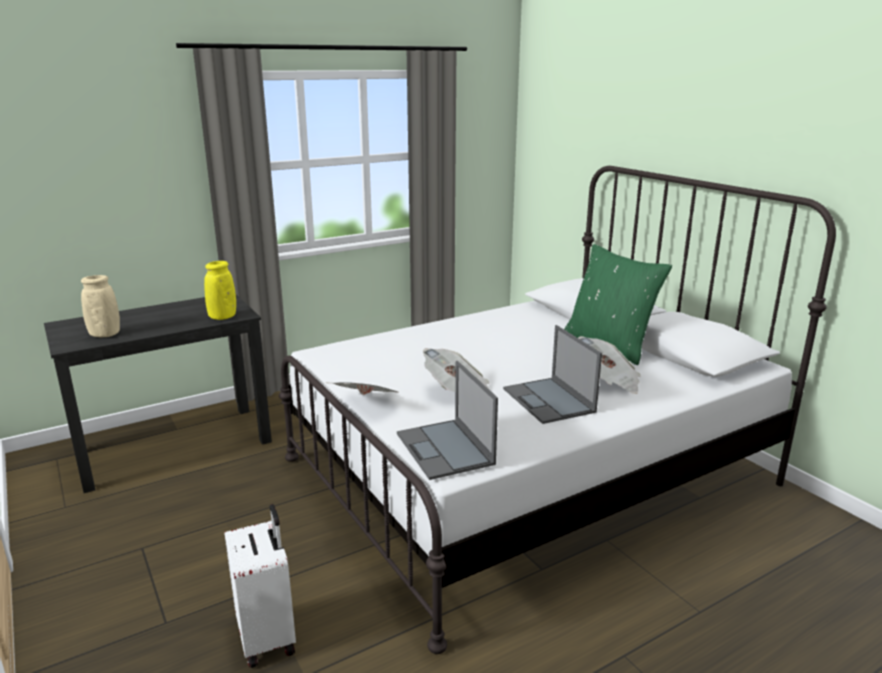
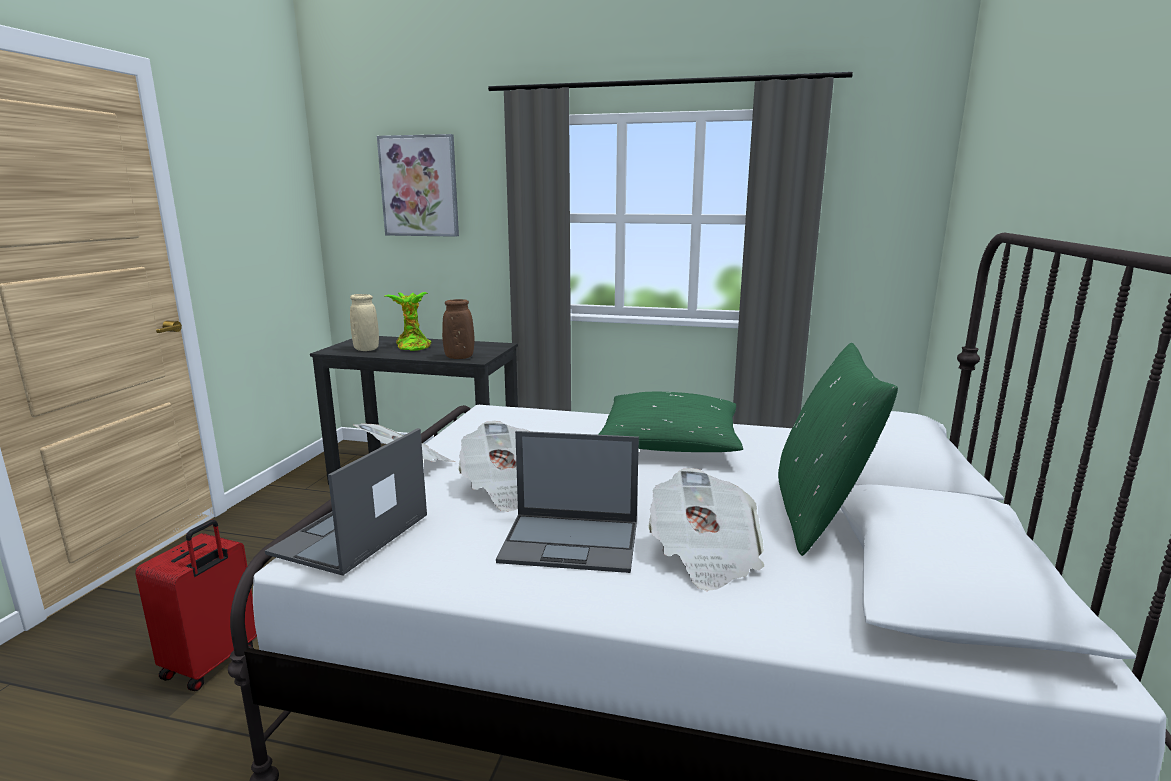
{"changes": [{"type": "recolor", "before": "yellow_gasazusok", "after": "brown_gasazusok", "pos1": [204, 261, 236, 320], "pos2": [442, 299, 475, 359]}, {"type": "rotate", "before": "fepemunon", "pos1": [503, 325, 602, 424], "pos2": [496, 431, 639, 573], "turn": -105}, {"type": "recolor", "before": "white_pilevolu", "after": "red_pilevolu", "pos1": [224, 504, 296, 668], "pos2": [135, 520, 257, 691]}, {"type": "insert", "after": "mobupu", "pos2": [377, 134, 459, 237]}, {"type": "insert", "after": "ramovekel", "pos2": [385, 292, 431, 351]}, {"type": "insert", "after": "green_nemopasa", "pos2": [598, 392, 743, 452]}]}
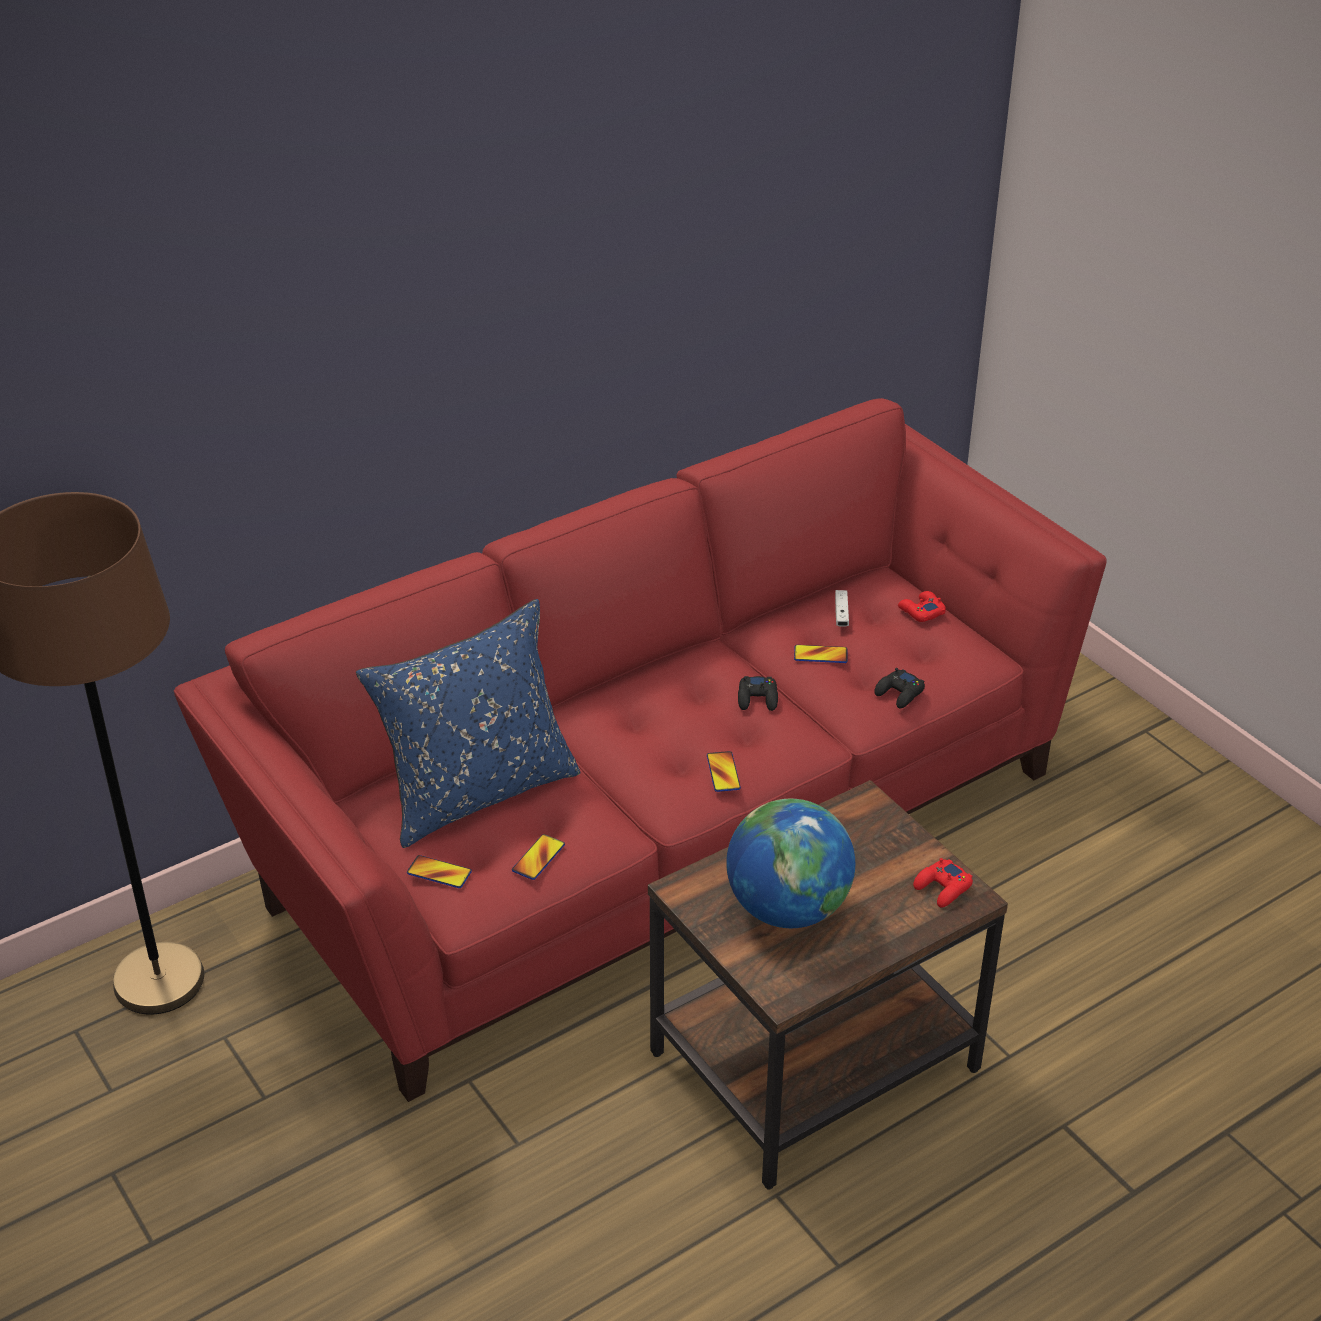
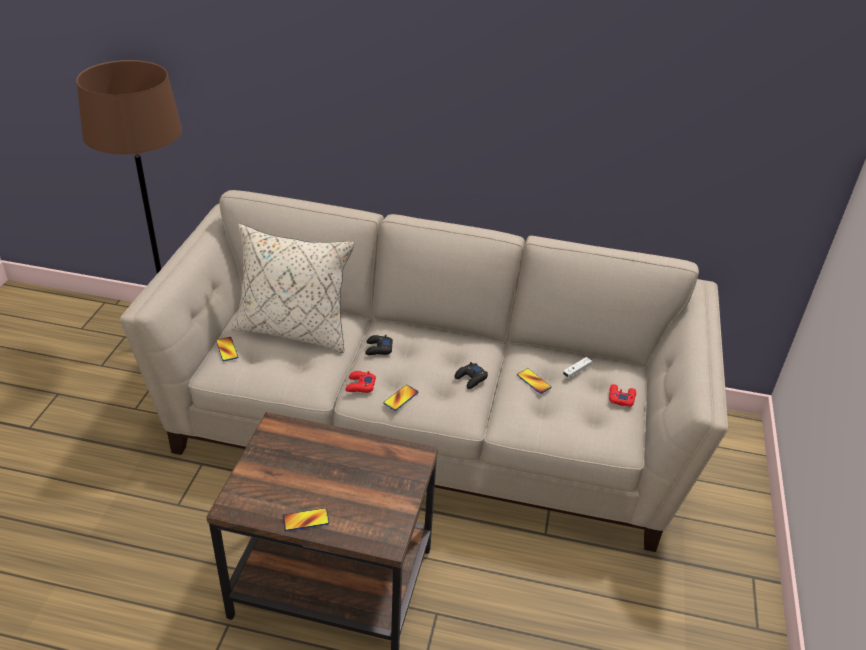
{"changes": [{"type": "recolor", "before": "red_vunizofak", "after": "beige_vunizofak", "pos1": [174, 398, 1106, 1102], "pos2": [120, 190, 728, 552]}, {"type": "recolor", "before": "blue_nemopasa", "after": "beige_nemopasa", "pos1": [356, 599, 580, 848], "pos2": [231, 224, 354, 353]}, {"type": "move", "before": "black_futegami", "pos1": [874, 668, 925, 708], "pos2": [365, 334, 393, 355]}, {"type": "delete", "before": "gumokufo", "pos1": [726, 799, 855, 928]}, {"type": "move", "before": "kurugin", "pos1": [512, 834, 565, 880], "pos2": [283, 508, 329, 531]}, {"type": "move", "before": "red_futegami", "pos1": [913, 858, 973, 907], "pos2": [345, 371, 376, 393]}]}
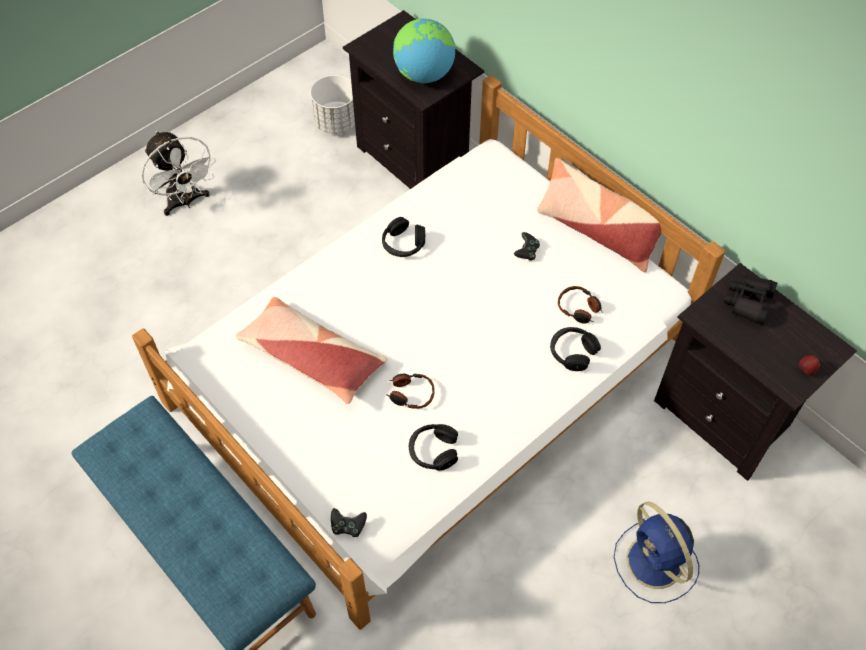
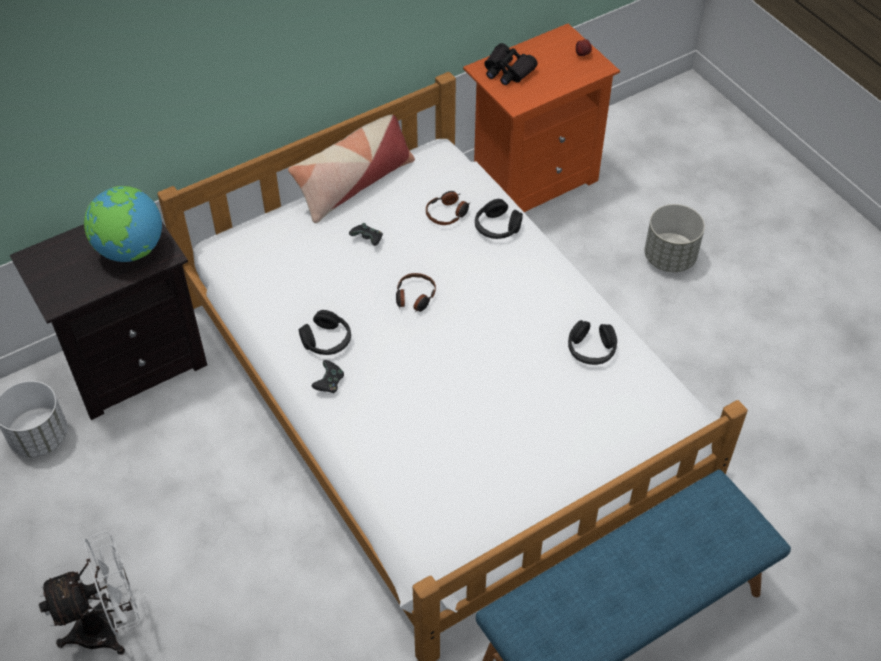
{"changes": [{"type": "recolor", "before": "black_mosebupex", "after": "orange_mosebupex", "pos1": [654, 263, 857, 481], "pos2": [463, 24, 620, 212]}, {"type": "delete", "before": "nemopasa", "pos1": [236, 297, 388, 404]}, {"type": "move", "before": "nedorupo", "pos1": [387, 374, 435, 409], "pos2": [396, 273, 436, 312]}, {"type": "replace", "before": "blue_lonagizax", "after": "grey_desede", "pos1": [614, 501, 699, 603], "pos2": [645, 204, 705, 272]}, {"type": "move", "before": "black_futegami", "pos1": [331, 508, 367, 537], "pos2": [311, 360, 344, 393]}]}
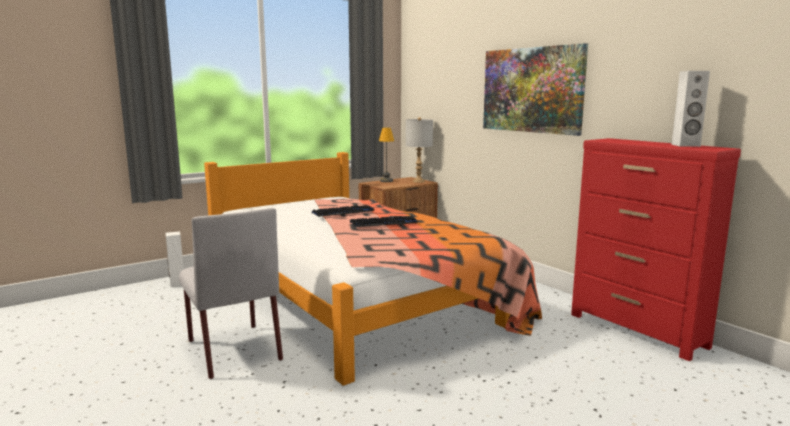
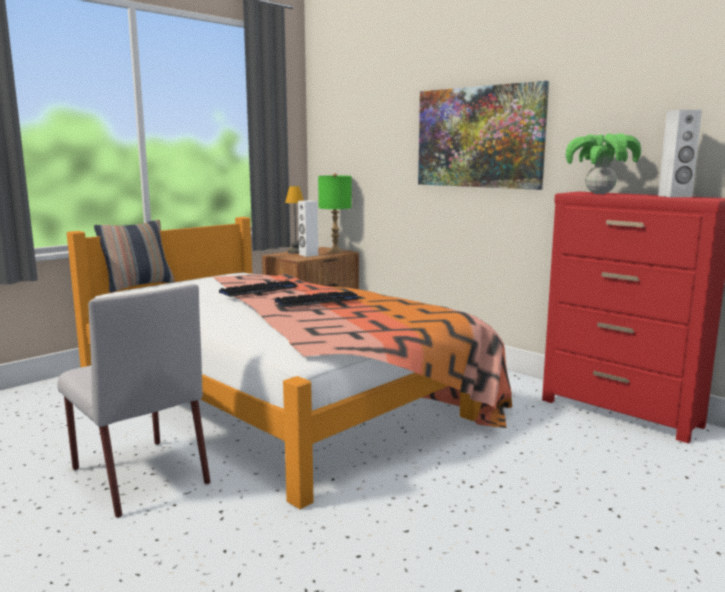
{"changes": [{"type": "recolor", "before": "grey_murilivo", "after": "green_murilivo", "pos1": [406, 117, 433, 183], "pos2": [318, 173, 352, 253]}, {"type": "move", "before": "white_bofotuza", "pos1": [166, 231, 184, 287], "pos2": [298, 200, 318, 257]}, {"type": "insert", "after": "ramovekel", "pos2": [566, 133, 641, 194]}, {"type": "insert", "after": "nemopasa", "pos2": [94, 220, 175, 292]}]}
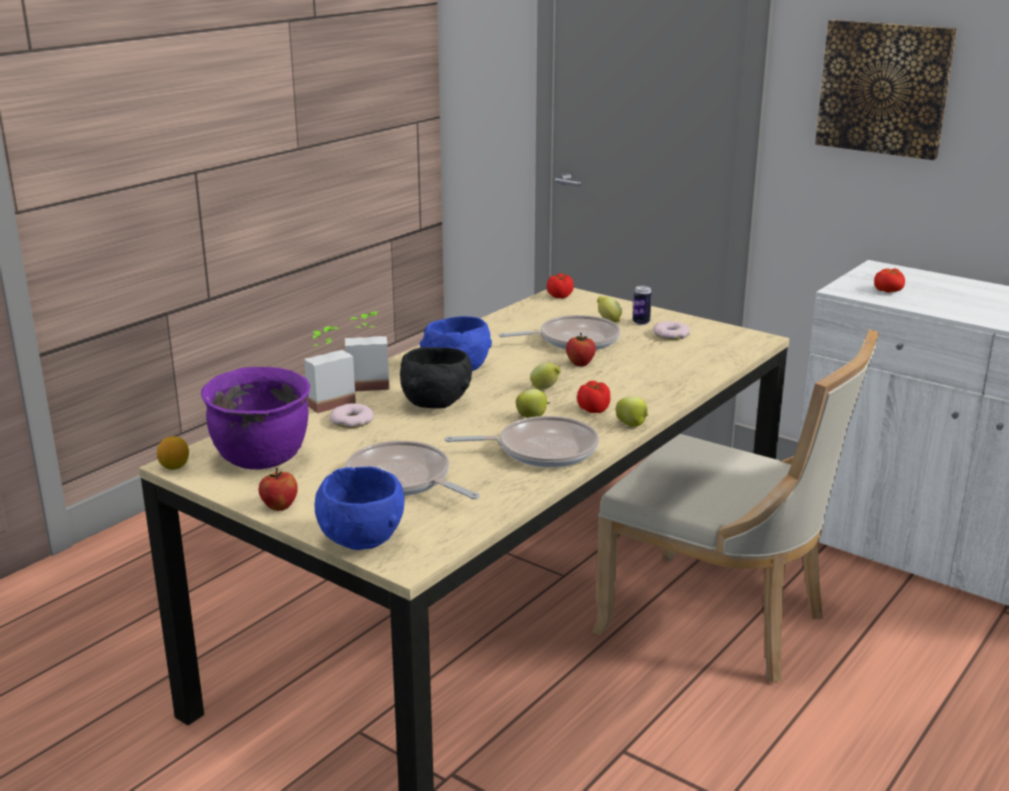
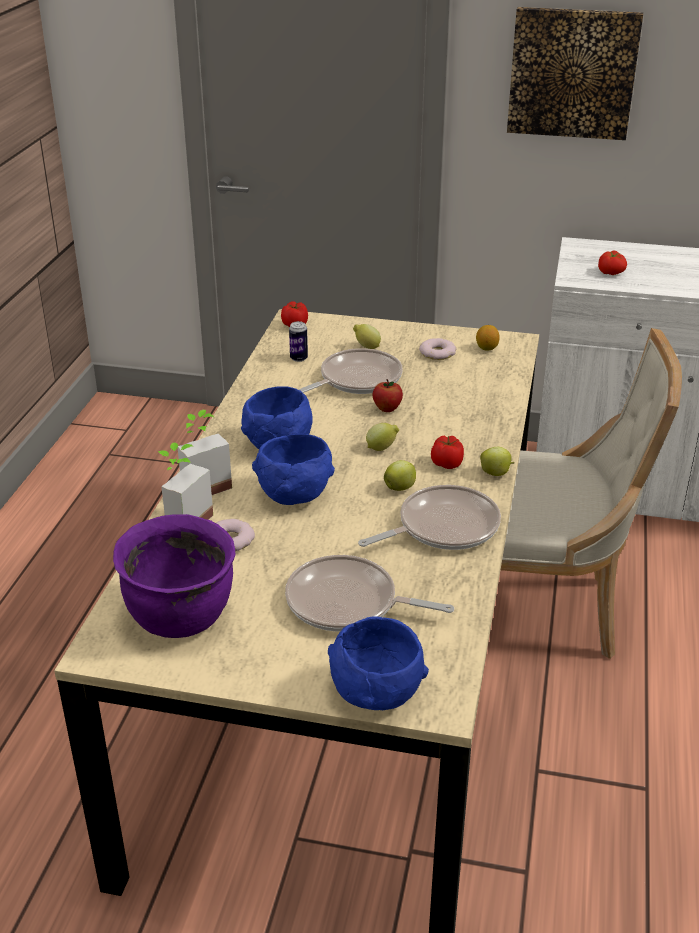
{"changes": [{"type": "move", "before": "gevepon", "pos1": [633, 286, 652, 325], "pos2": [289, 321, 308, 362]}, {"type": "recolor", "before": "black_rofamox", "after": "blue_rofamox", "pos1": [400, 347, 472, 408], "pos2": [252, 434, 335, 505]}, {"type": "move", "before": "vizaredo", "pos1": [157, 436, 189, 470], "pos2": [476, 325, 500, 351]}, {"type": "delete", "before": "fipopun", "pos1": [259, 468, 298, 511]}]}
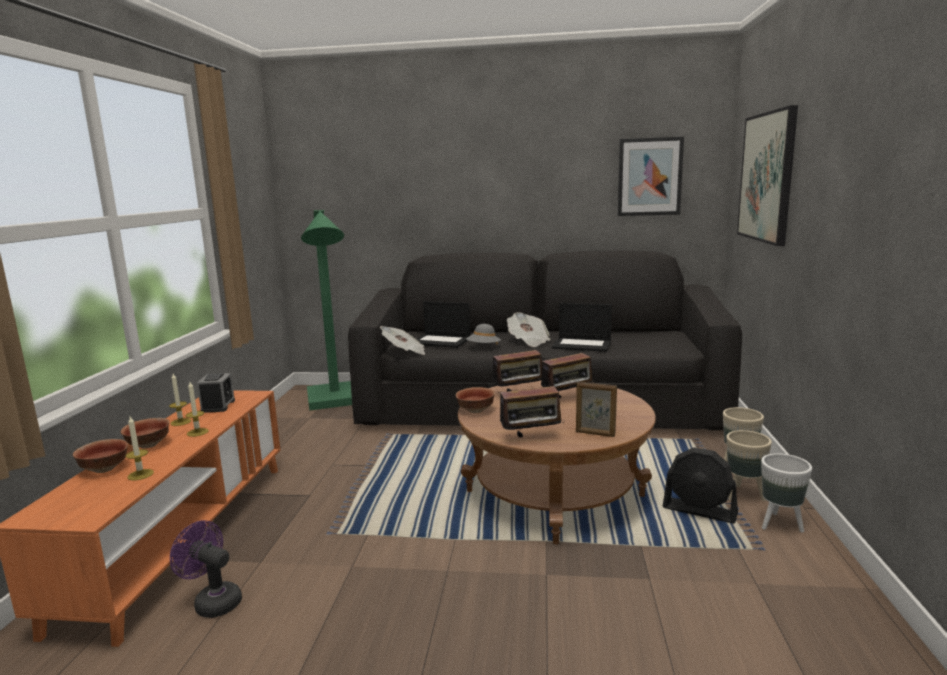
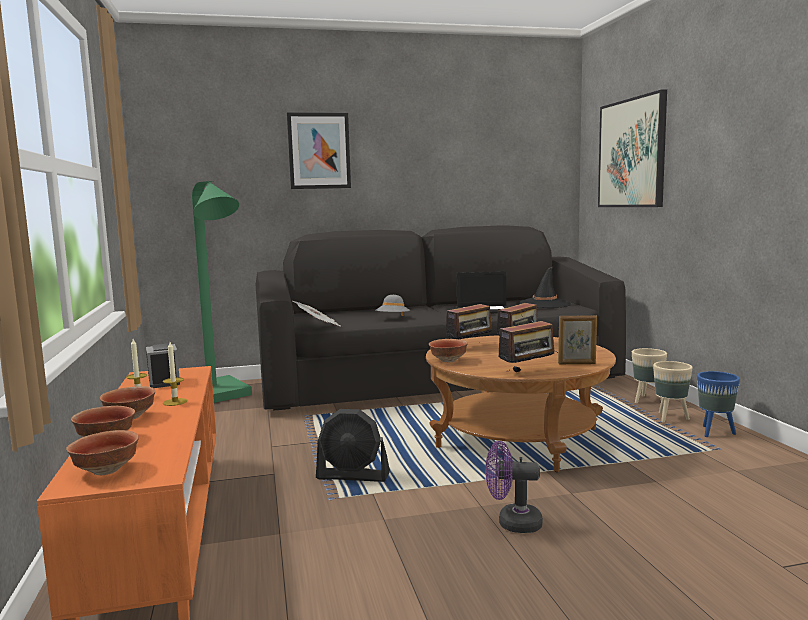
{"changes": [{"type": "move", "before": "mobupu", "pos1": [618, 136, 684, 216], "pos2": [287, 112, 351, 189]}, {"type": "delete", "before": "fepemunon", "pos1": [416, 301, 470, 348]}, {"type": "delete", "before": "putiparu", "pos1": [507, 312, 551, 347]}, {"type": "delete", "before": "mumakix", "pos1": [125, 417, 154, 480]}, {"type": "move", "before": "black_lonagizax", "pos1": [662, 447, 738, 524], "pos2": [316, 409, 390, 482]}, {"type": "recolor", "before": "white_desede", "after": "blue_desede", "pos1": [761, 453, 812, 533], "pos2": [697, 371, 740, 437]}, {"type": "move", "before": "purple_lonagizax", "pos1": [170, 521, 242, 618], "pos2": [485, 441, 543, 533]}, {"type": "insert", "after": "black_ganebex", "pos2": [520, 266, 571, 308]}, {"type": "insert", "after": "rofamox", "pos2": [66, 430, 139, 475]}]}
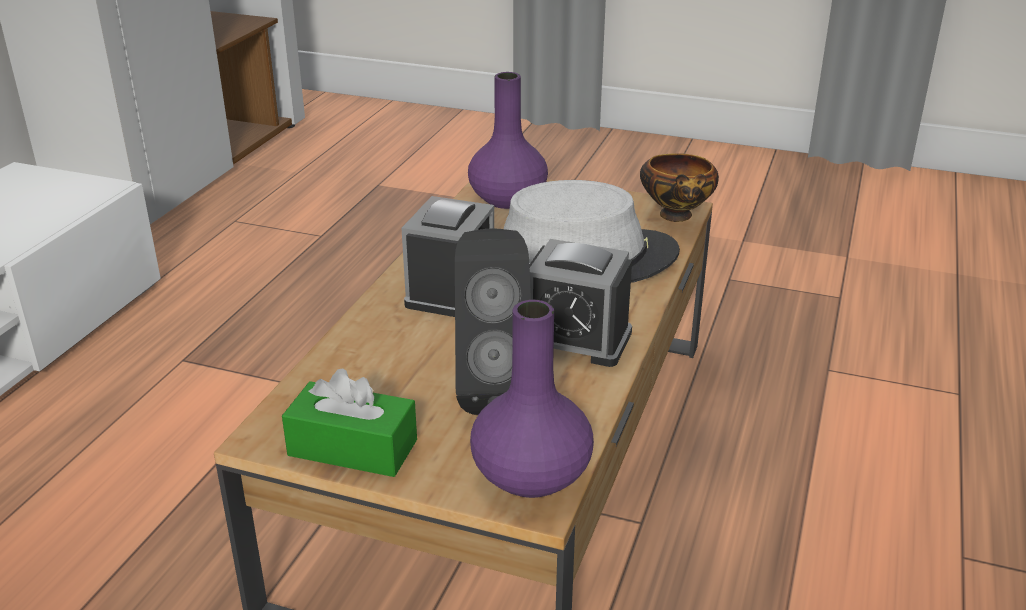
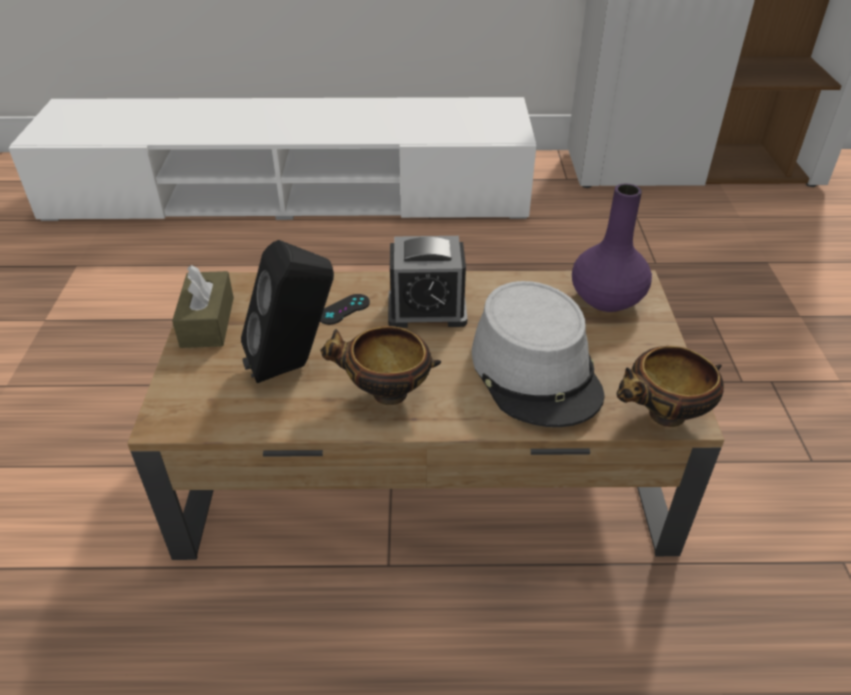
{"changes": [{"type": "replace", "before": "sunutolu", "after": "rofamox", "pos1": [529, 239, 632, 367], "pos2": [320, 326, 441, 405]}, {"type": "delete", "before": "purple_gasazusok", "pos1": [470, 300, 594, 498]}, {"type": "recolor", "before": "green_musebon", "after": "brown_musebon", "pos1": [282, 369, 417, 477], "pos2": [172, 265, 234, 348]}, {"type": "insert", "after": "black_futegami", "pos2": [320, 294, 370, 325]}]}
